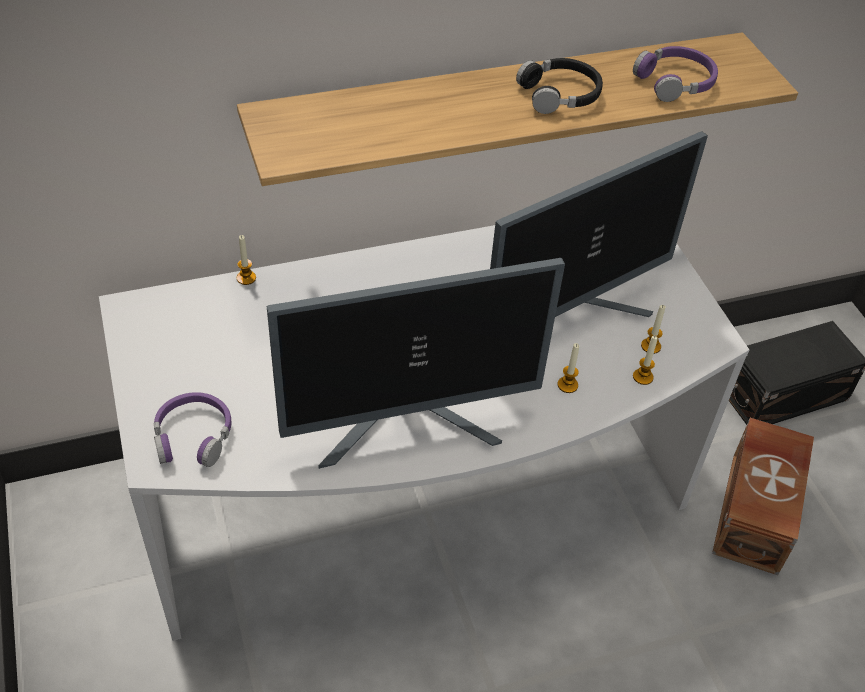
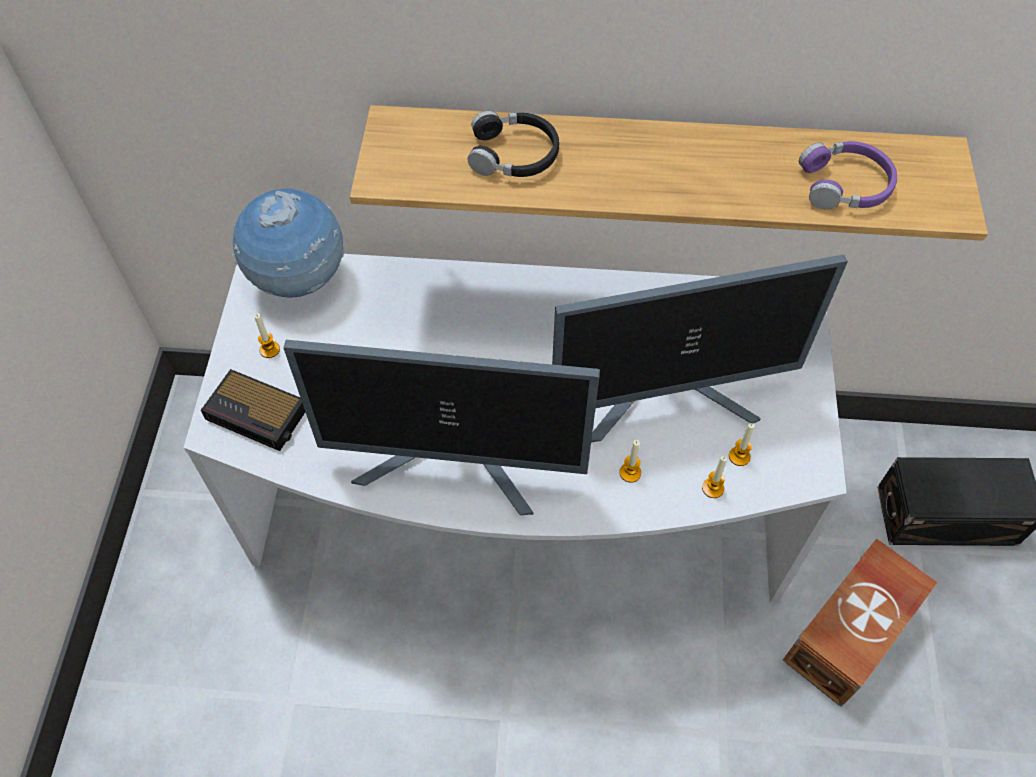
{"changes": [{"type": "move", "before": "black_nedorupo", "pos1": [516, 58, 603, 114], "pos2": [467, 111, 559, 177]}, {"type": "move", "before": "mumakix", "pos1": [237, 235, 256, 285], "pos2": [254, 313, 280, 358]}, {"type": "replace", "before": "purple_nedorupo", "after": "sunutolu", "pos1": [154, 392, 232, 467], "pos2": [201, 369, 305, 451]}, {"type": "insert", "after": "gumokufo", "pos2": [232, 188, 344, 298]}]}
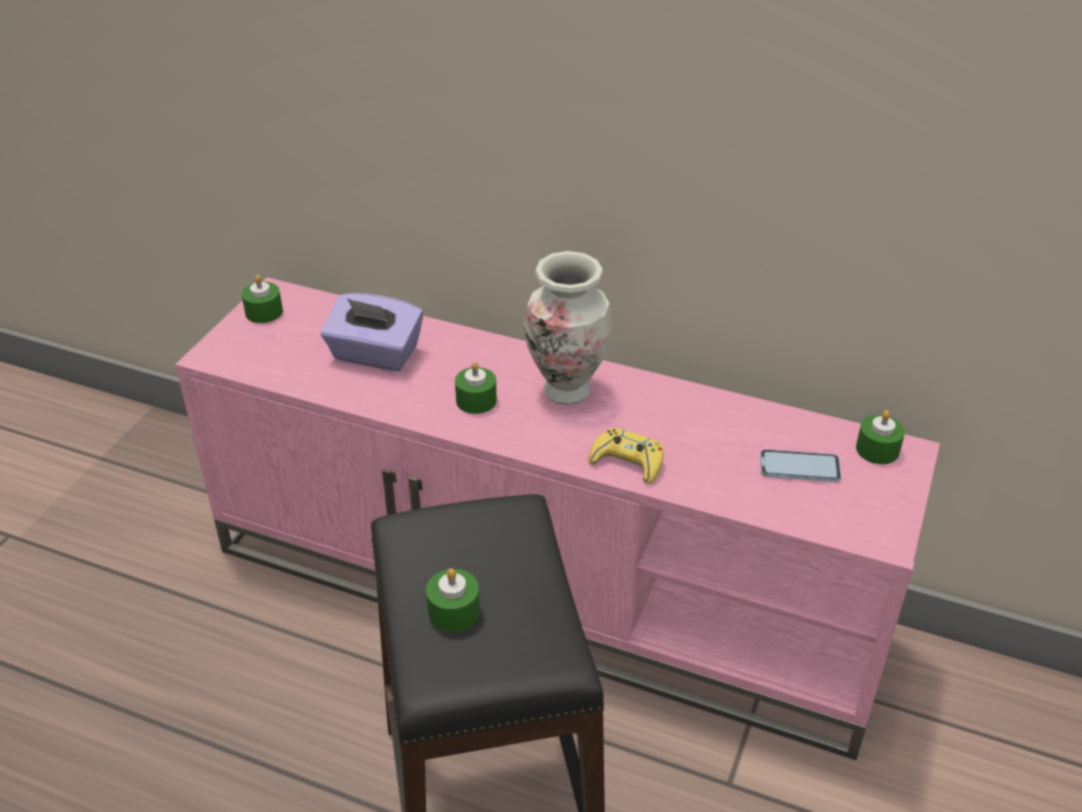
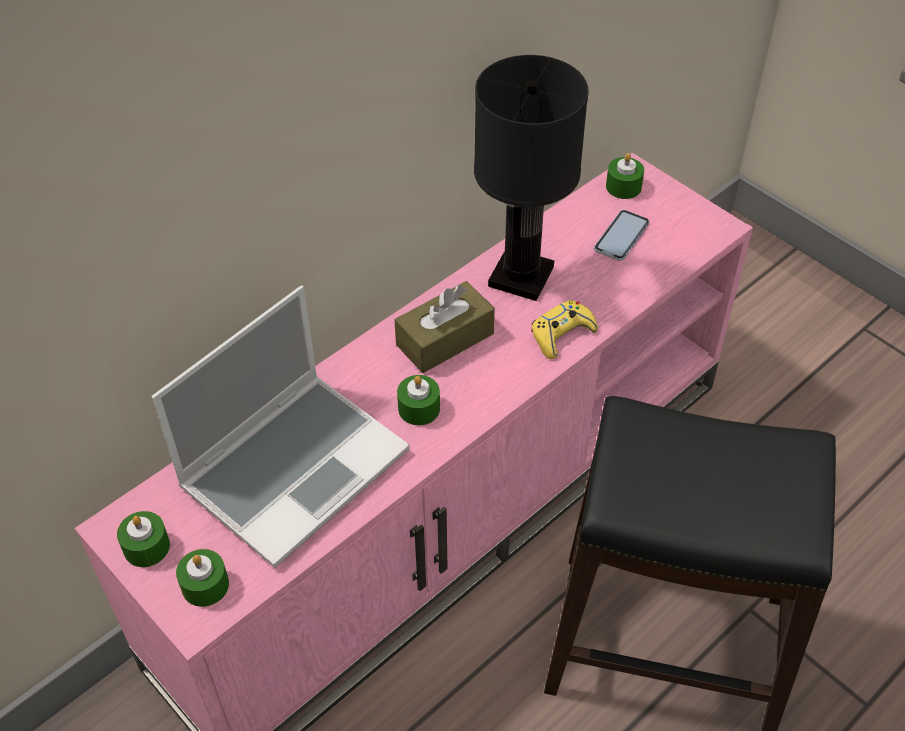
{"changes": [{"type": "replace", "before": "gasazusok", "after": "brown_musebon", "pos1": [524, 251, 612, 405], "pos2": [394, 281, 495, 373]}, {"type": "replace", "before": "purple_musebon", "after": "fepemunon", "pos1": [321, 293, 423, 371], "pos2": [152, 286, 410, 568]}, {"type": "move", "before": "green_mumakix", "pos1": [426, 568, 480, 632], "pos2": [176, 549, 229, 607]}, {"type": "insert", "after": "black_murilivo", "pos2": [474, 55, 589, 301]}]}
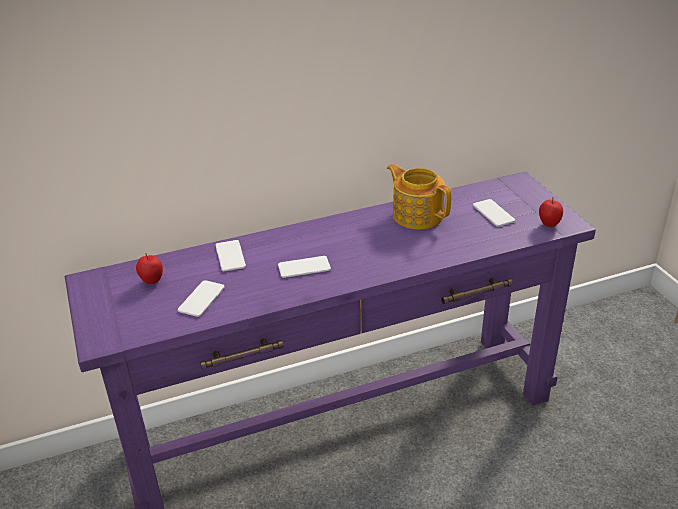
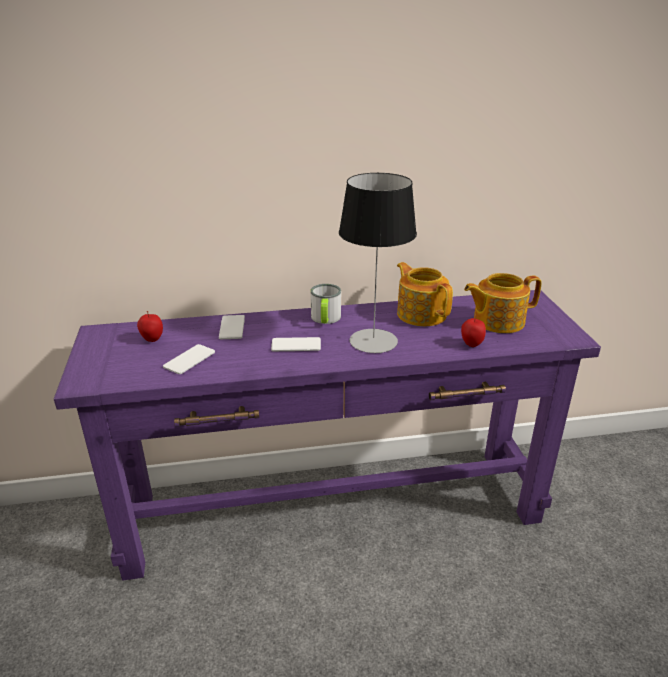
{"changes": [{"type": "move", "before": "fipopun", "pos1": [539, 197, 563, 227], "pos2": [461, 316, 486, 347]}, {"type": "replace", "before": "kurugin", "after": "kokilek", "pos1": [473, 199, 515, 227], "pos2": [464, 273, 542, 333]}, {"type": "insert", "after": "murilivo", "pos2": [339, 173, 417, 353]}, {"type": "insert", "after": "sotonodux", "pos2": [311, 284, 341, 324]}]}
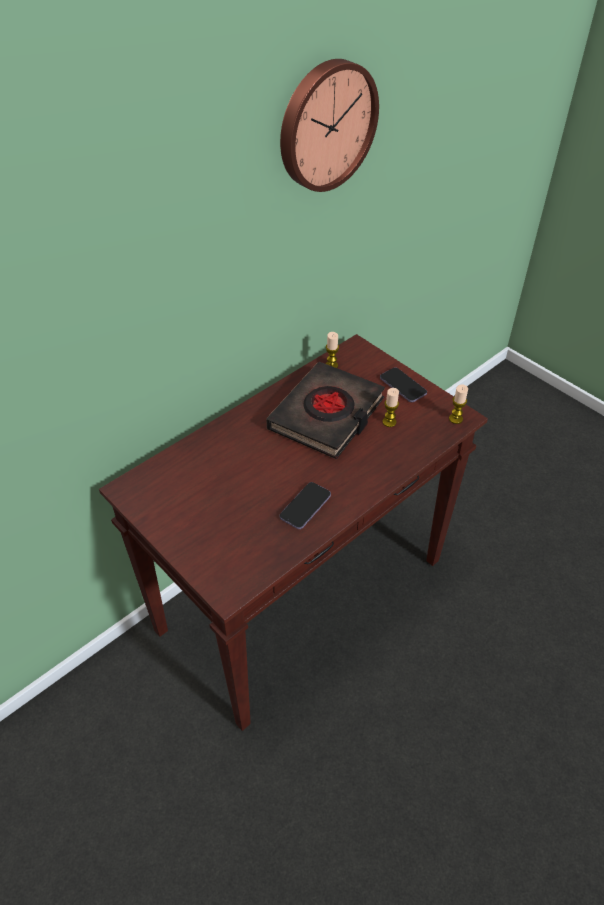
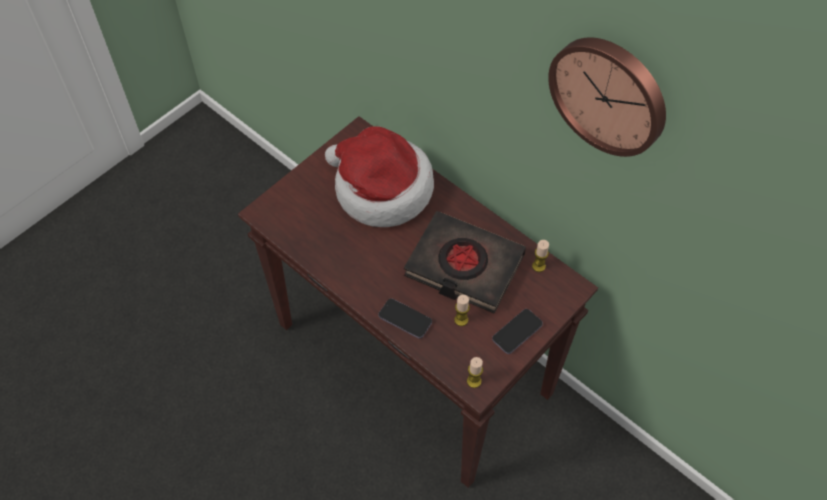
{"changes": [{"type": "move", "before": "kurugin", "pos1": [280, 482, 331, 529], "pos2": [378, 298, 432, 339]}, {"type": "insert", "after": "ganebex", "pos2": [325, 126, 434, 227]}]}
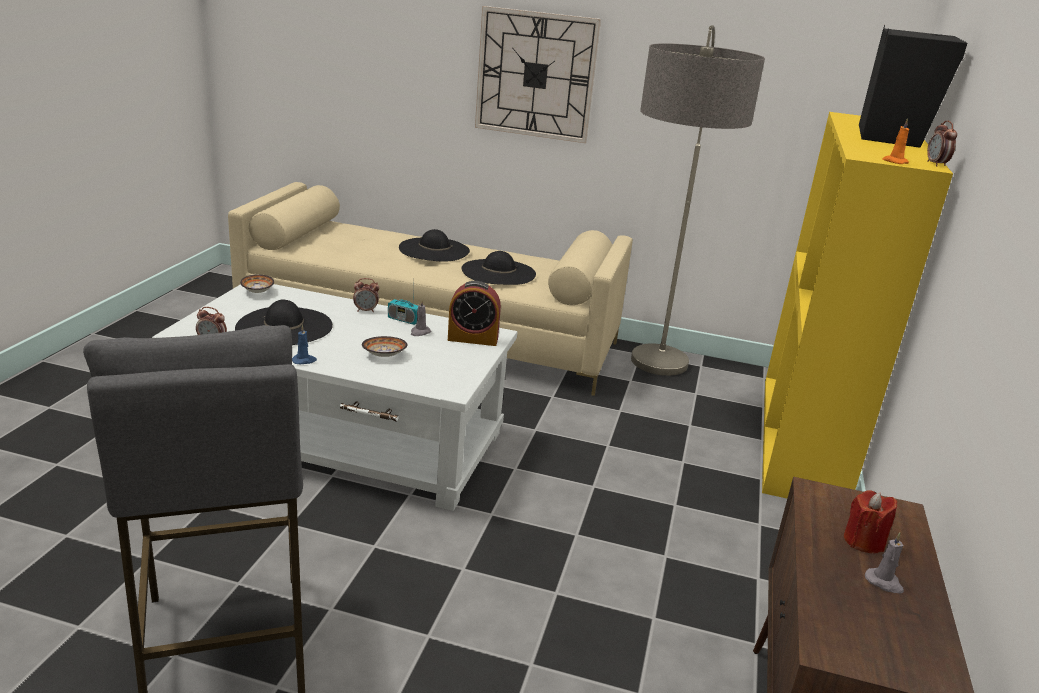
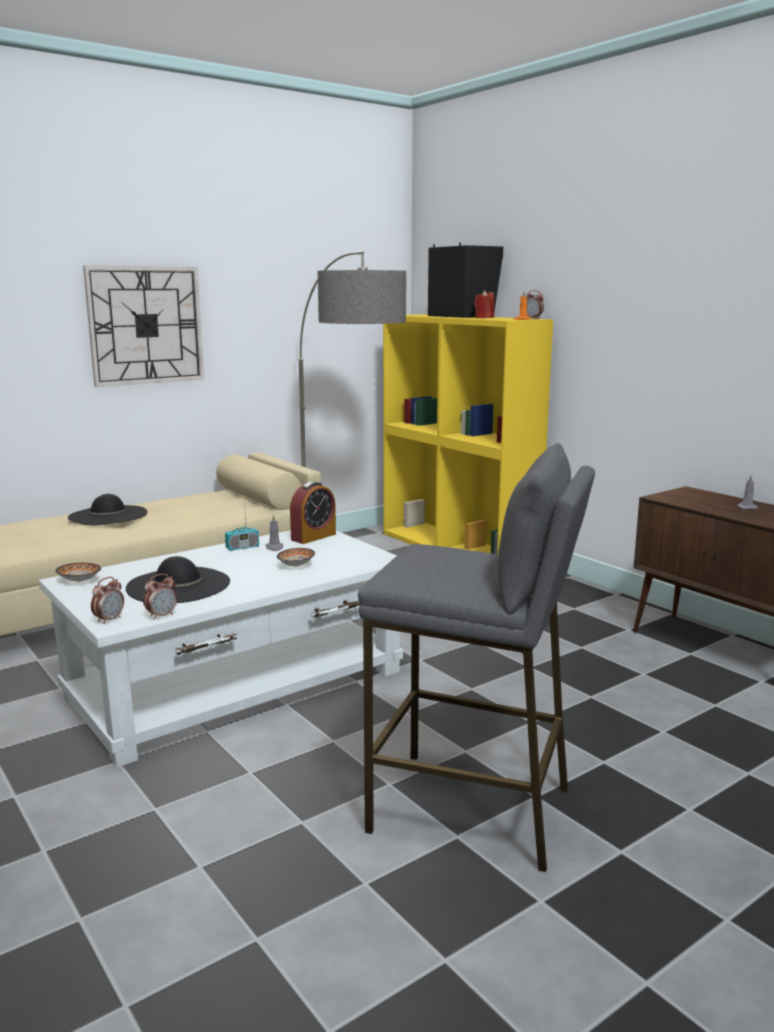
{"changes": [{"type": "delete", "before": "black_ganebex", "pos1": [462, 251, 536, 285]}, {"type": "move", "before": "sunutolu", "pos1": [353, 278, 379, 312], "pos2": [91, 577, 124, 624]}, {"type": "delete", "before": "blue_mumakix", "pos1": [292, 325, 317, 364]}, {"type": "move", "before": "red_mumakix", "pos1": [844, 490, 897, 553], "pos2": [474, 290, 494, 318]}]}
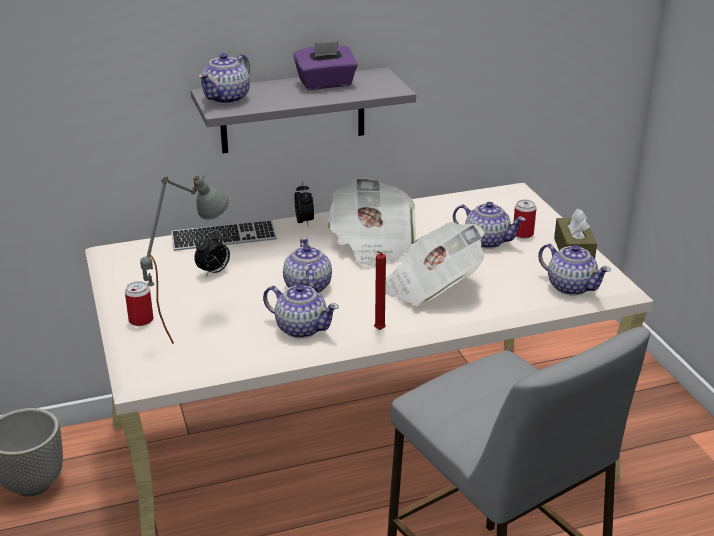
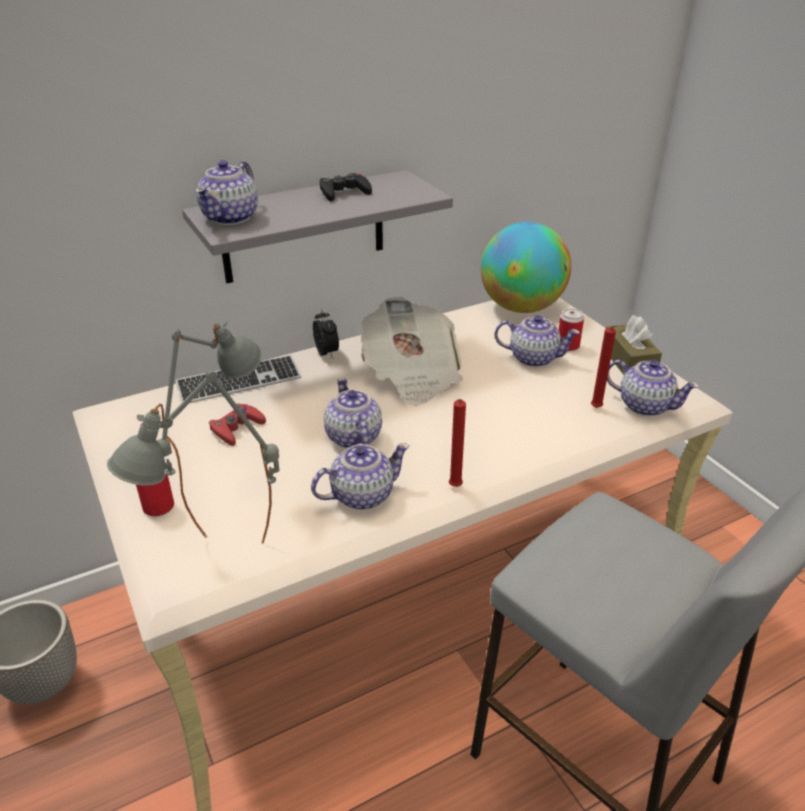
{"changes": [{"type": "replace", "before": "purple_musebon", "after": "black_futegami", "pos1": [293, 42, 358, 90], "pos2": [320, 173, 372, 201]}, {"type": "delete", "before": "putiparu", "pos1": [385, 222, 485, 307]}, {"type": "replace", "before": "sunutolu", "after": "red_futegami", "pos1": [194, 230, 230, 277], "pos2": [209, 403, 266, 446]}, {"type": "rotate", "before": "kokilek", "pos1": [263, 285, 339, 338], "pos2": [311, 443, 410, 510], "turn": -45}, {"type": "insert", "after": "gumokufo", "pos2": [480, 222, 571, 313]}, {"type": "insert", "after": "red_mumakix", "pos2": [591, 325, 618, 408]}, {"type": "insert", "after": "grey_murilivo", "pos2": [107, 371, 279, 544]}]}
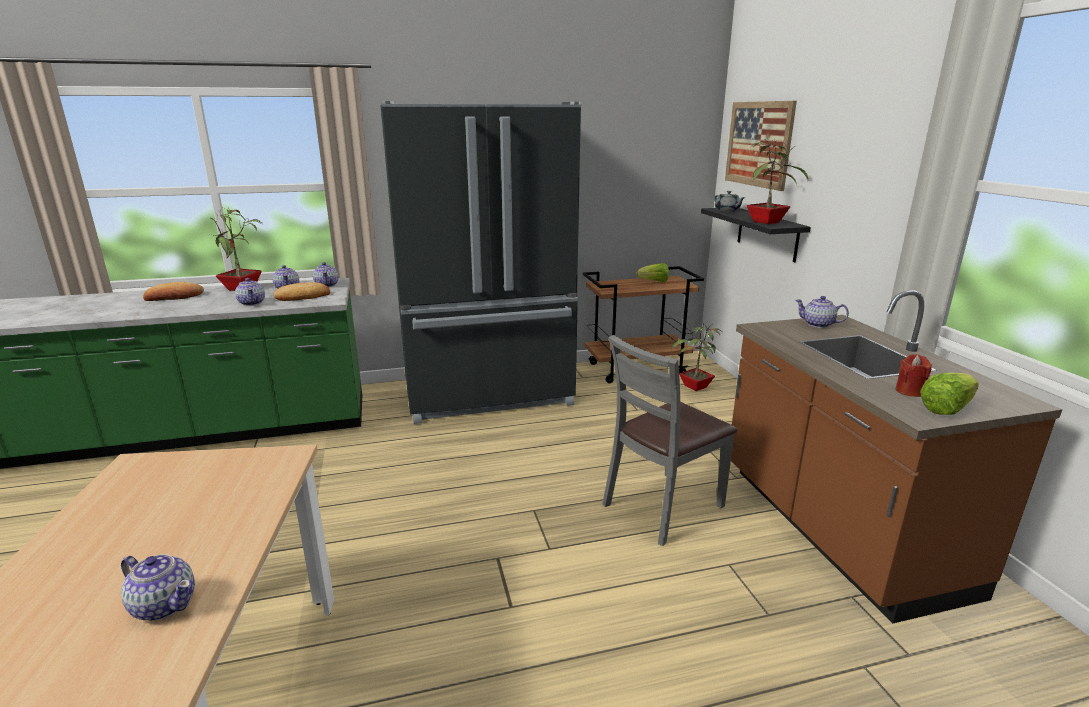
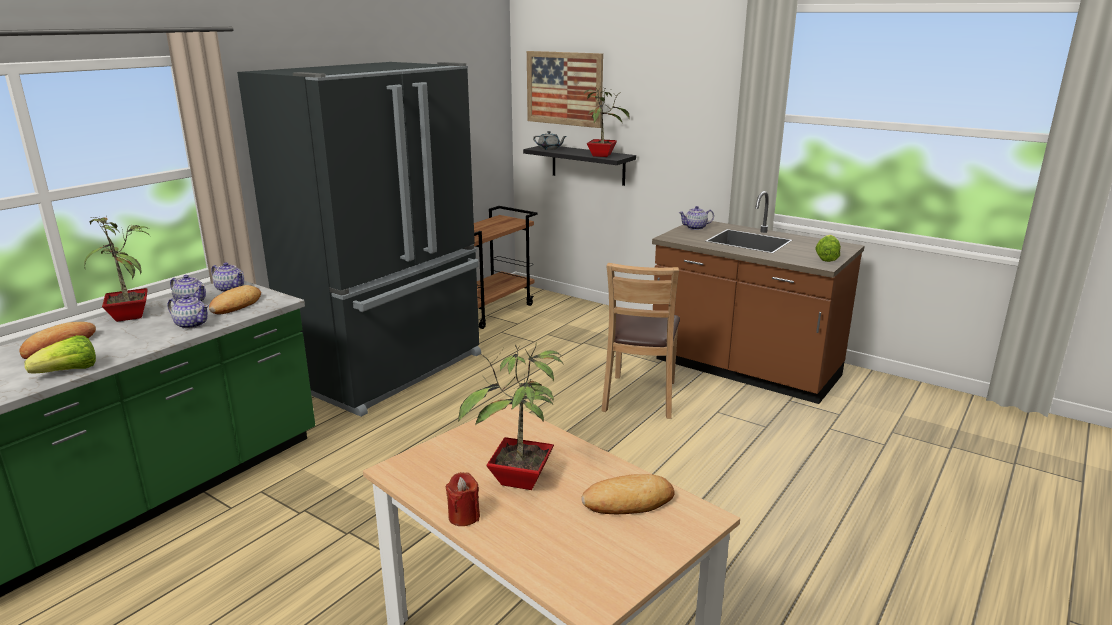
{"changes": [{"type": "move", "before": "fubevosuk", "pos1": [636, 263, 669, 282], "pos2": [24, 335, 96, 373]}, {"type": "move", "before": "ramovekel", "pos1": [671, 323, 722, 391], "pos2": [458, 342, 564, 490]}, {"type": "recolor", "before": "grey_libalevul", "after": "brown_libalevul", "pos1": [602, 335, 737, 546], "pos2": [601, 263, 680, 419]}, {"type": "move", "before": "red_mumakix", "pos1": [896, 354, 932, 397], "pos2": [445, 472, 480, 526]}, {"type": "replace", "before": "kokilek", "after": "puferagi", "pos1": [121, 554, 195, 621], "pos2": [581, 474, 675, 514]}]}
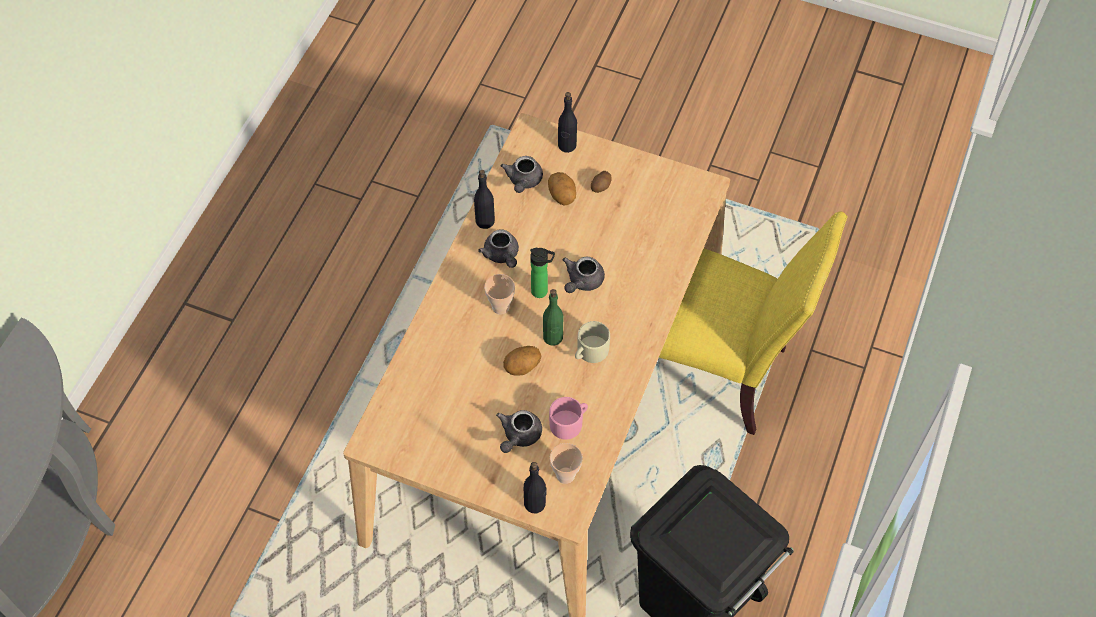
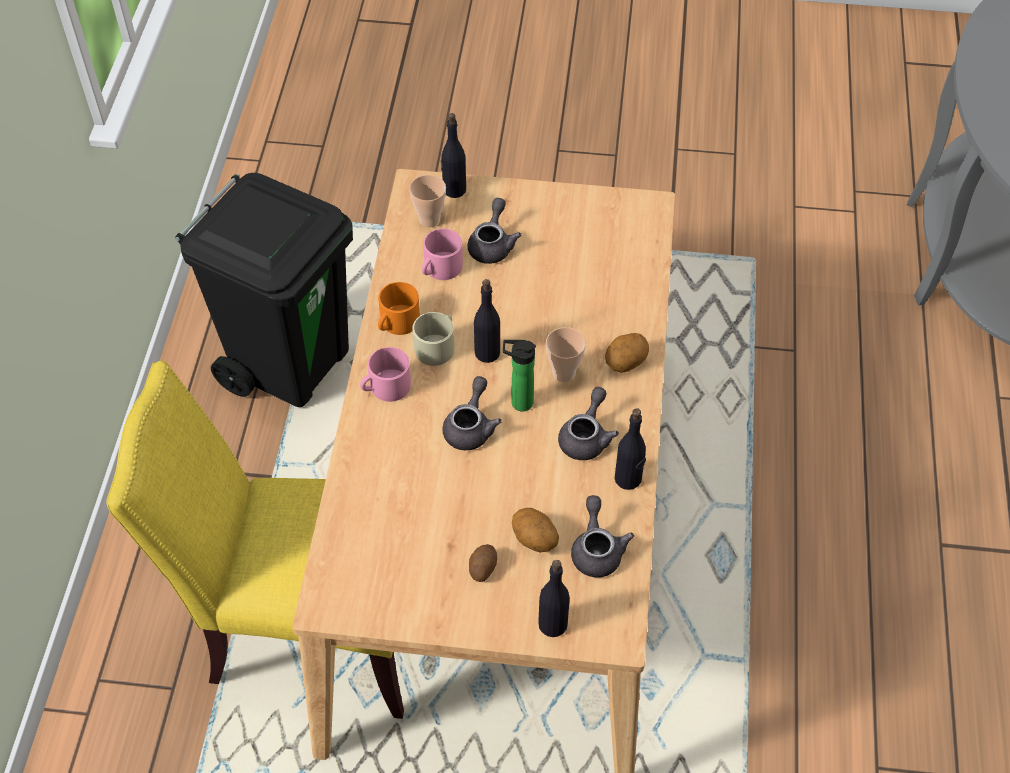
{"changes": [{"type": "rotate", "before": "grey_kokilek", "pos1": [478, 229, 519, 268], "pos2": [558, 387, 619, 460], "turn": 60}, {"type": "recolor", "before": "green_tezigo", "after": "black_tezigo", "pos1": [543, 289, 563, 346], "pos2": [474, 279, 500, 363]}, {"type": "move", "before": "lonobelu", "pos1": [503, 346, 541, 376], "pos2": [605, 333, 649, 373]}, {"type": "insert", "after": "orange_sotonodux", "pos2": [378, 282, 420, 335]}, {"type": "insert", "after": "pink_sotonodux", "pos2": [360, 347, 411, 402]}]}
